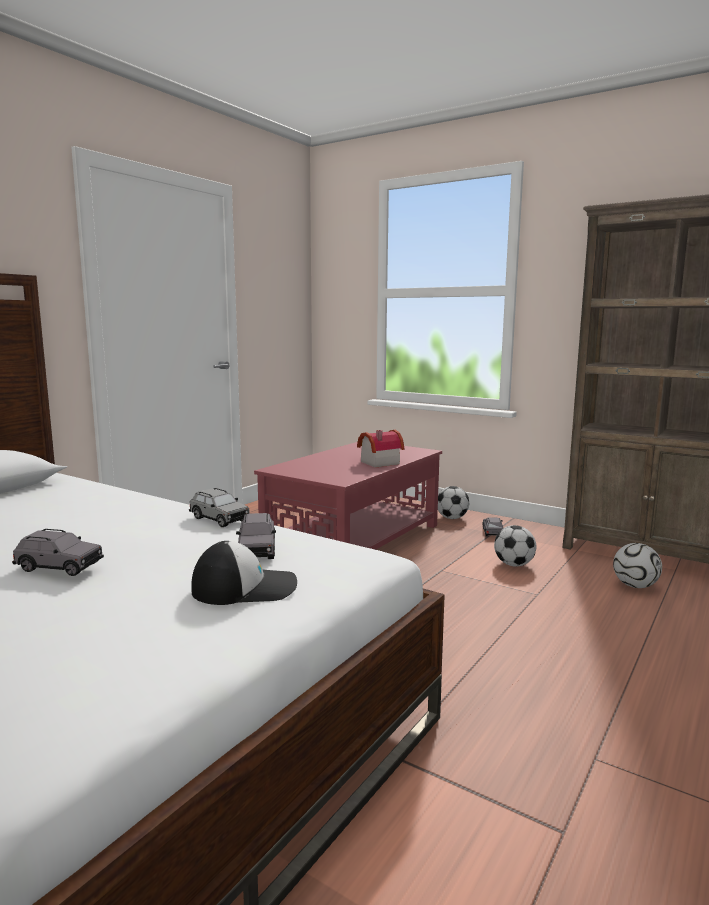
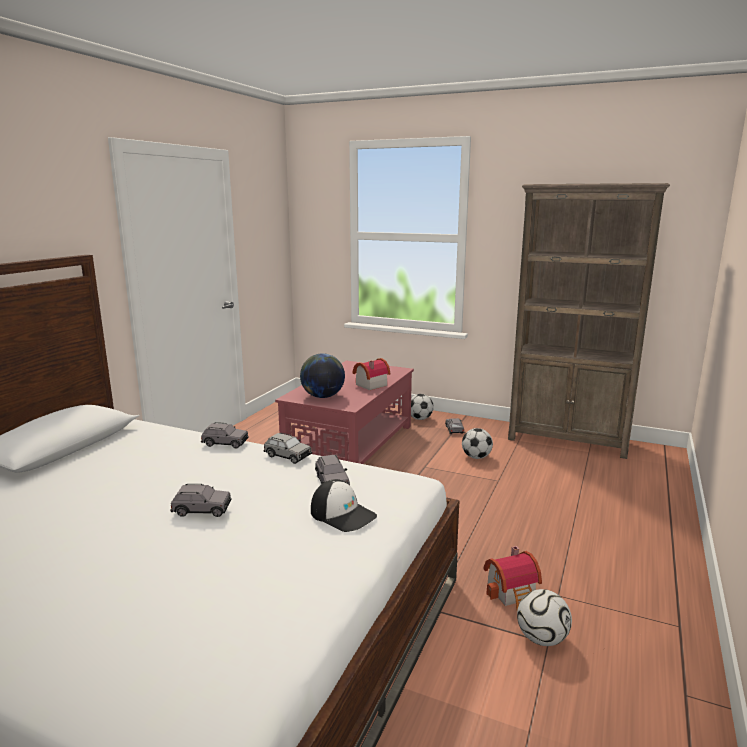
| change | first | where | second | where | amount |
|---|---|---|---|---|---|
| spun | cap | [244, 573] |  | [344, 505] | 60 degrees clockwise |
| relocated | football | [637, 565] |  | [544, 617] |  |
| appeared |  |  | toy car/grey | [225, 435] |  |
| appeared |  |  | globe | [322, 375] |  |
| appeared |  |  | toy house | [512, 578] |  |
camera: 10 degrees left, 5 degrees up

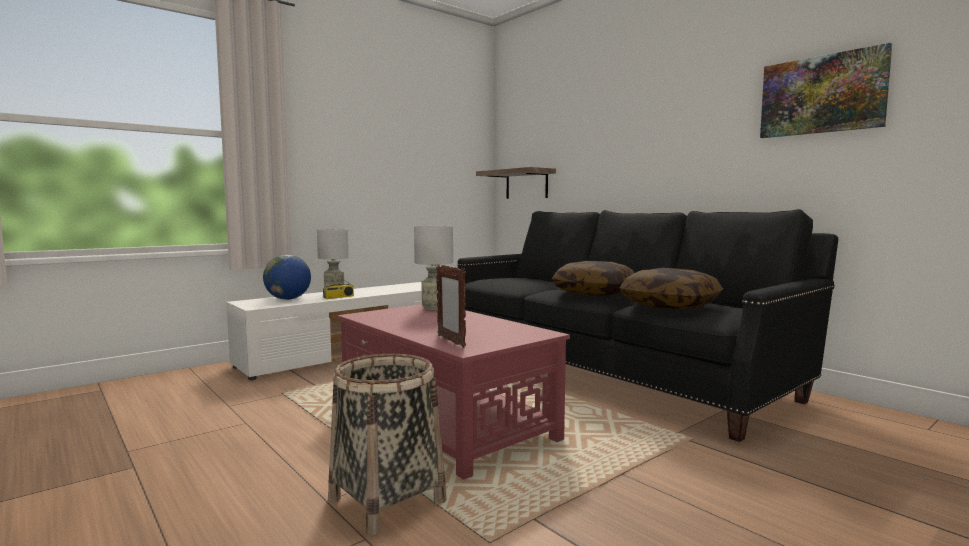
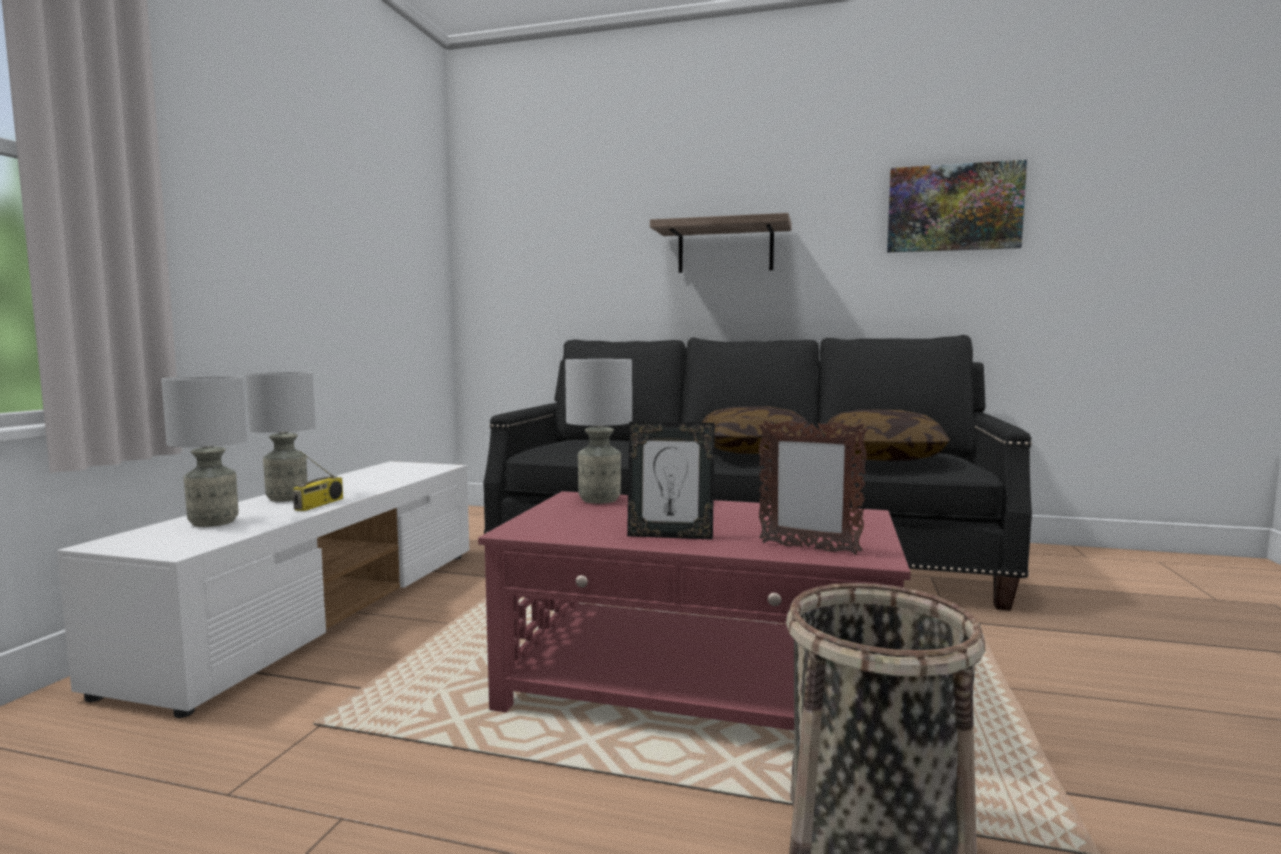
| change | first | where | second | where | amount |
|---|---|---|---|---|---|
| exchanged | globe | [287, 277] | table lamp/grey | [204, 451] |  |
| relocated | shelf | [516, 183] |  | [721, 243] |  |
| appeared |  |  | picture frame | [671, 481] |  |
camera: 35 degrees left, 0 degrees up

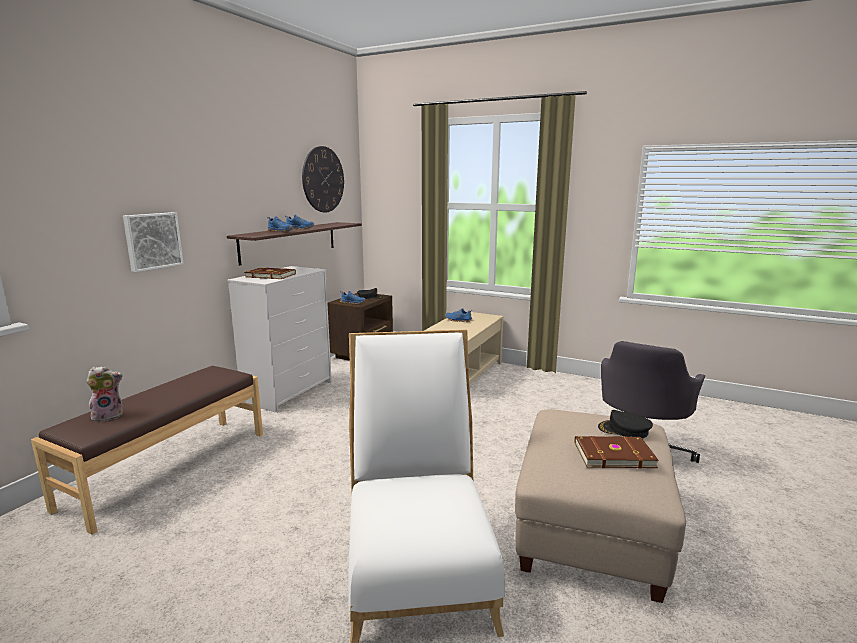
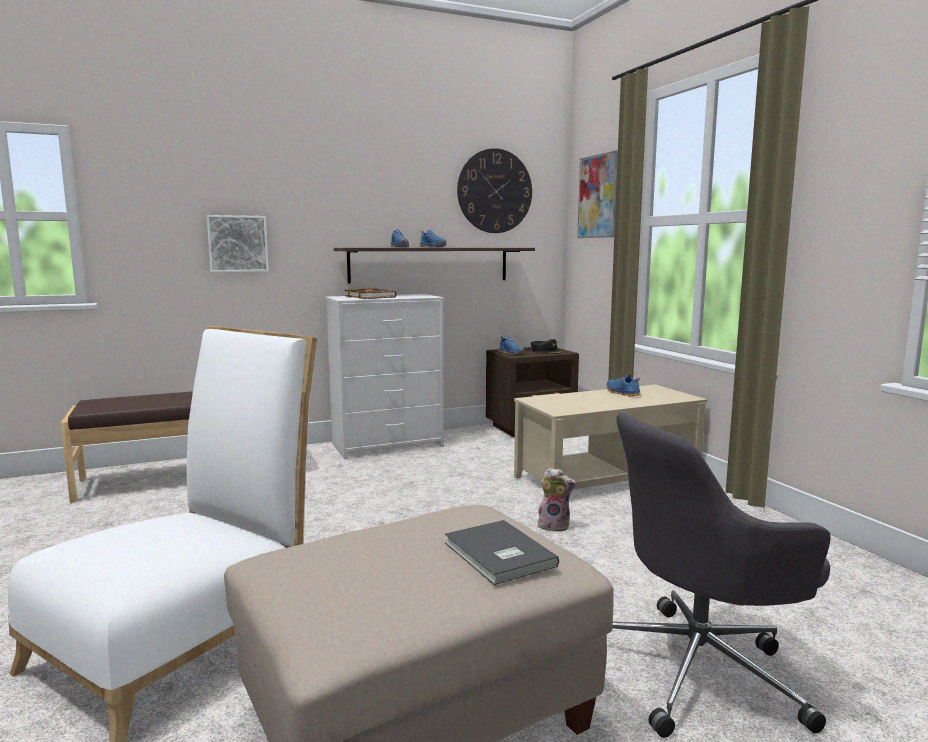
| change | first | where | second | where | amount |
|---|---|---|---|---|---|
| relocated | plush toy | [104, 393] |  | [557, 500] |  |
| missing | book/brown | [617, 452] |  |  |  |
| exchanged | cap/black | [625, 424] | book/grey | [502, 552] |  |
| appeared |  |  | picture | [597, 194] |  |
camera: 40 degrees right, 5 degrees down

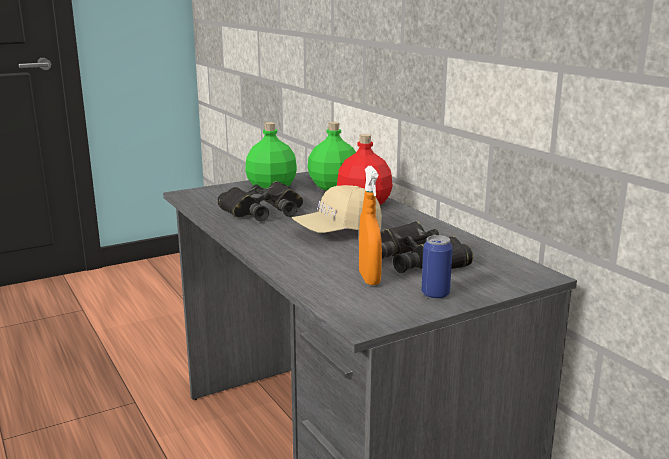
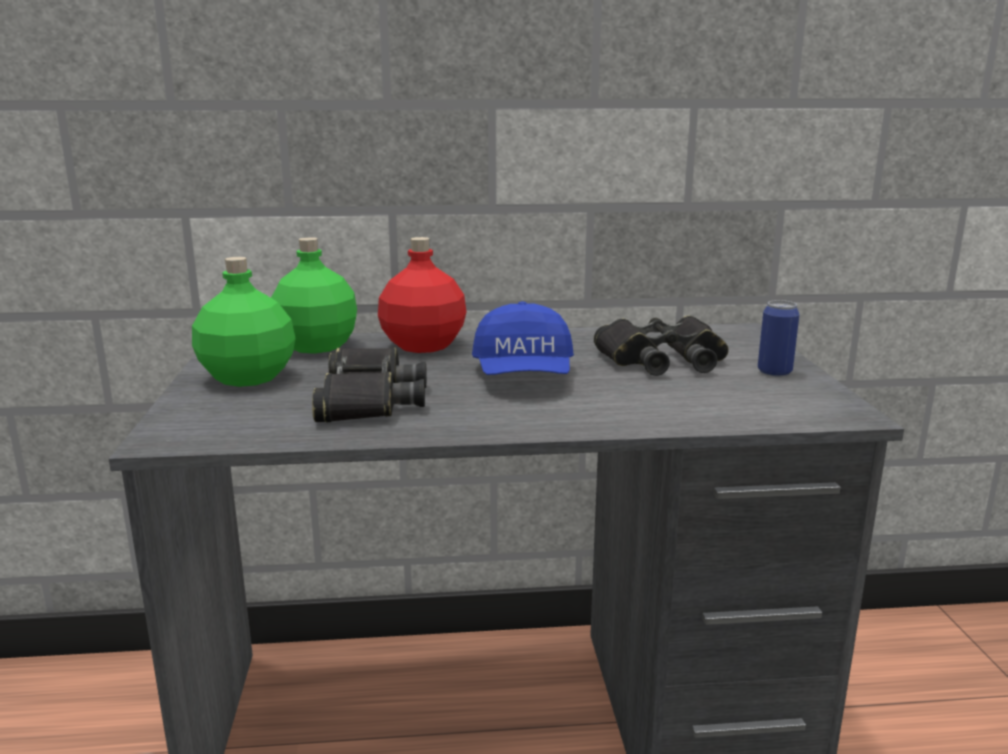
| change | first | where | second | where | amount |
|---|---|---|---|---|---|
| colour | cap/beige | [337, 209] | cap/blue | [523, 338] |  |
| missing | spray bottle/orange | [370, 225] |  |  |  |
camera: 65 degrees left, 0 degrees up

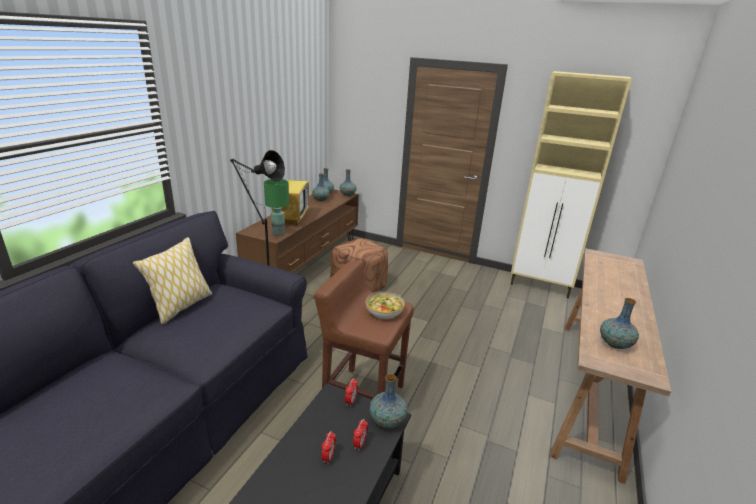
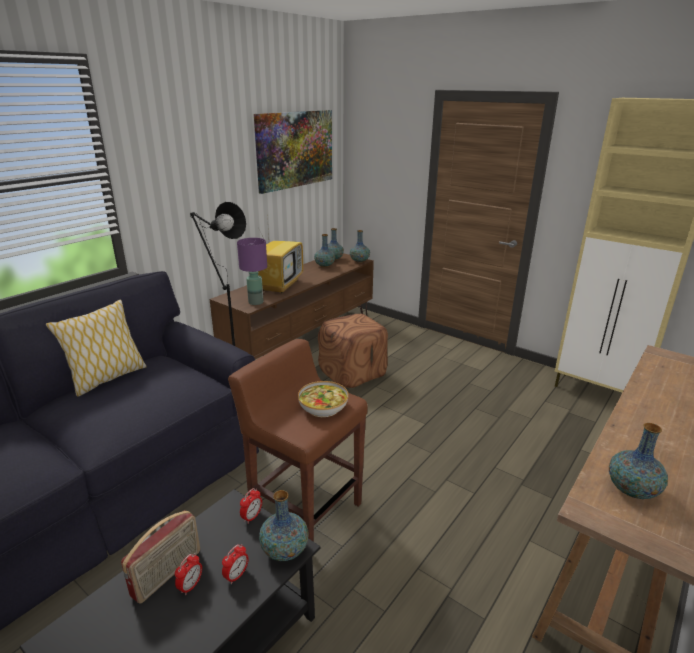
| change | first | where | second | where | amount |
|---|---|---|---|---|---|
| colour | table lamp/green | [276, 207] | table lamp/purple | [252, 271] |  |
| appeared |  |  | radio | [160, 557] |  |
| appeared |  |  | picture | [293, 152] |  |
camera: 15 degrees right, 0 degrees up

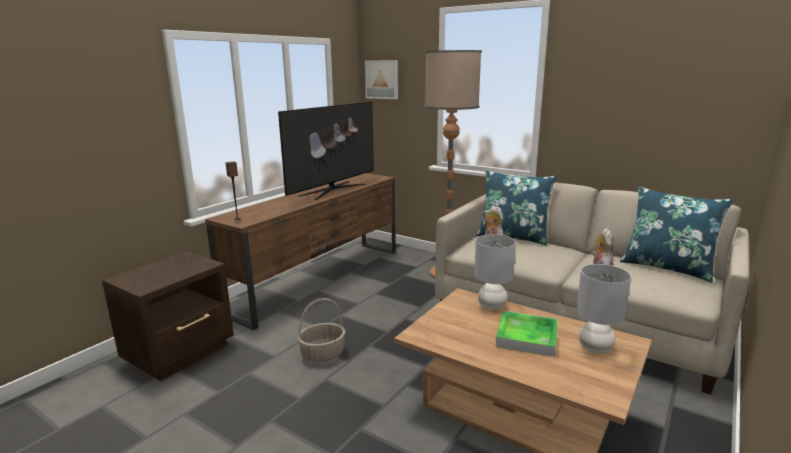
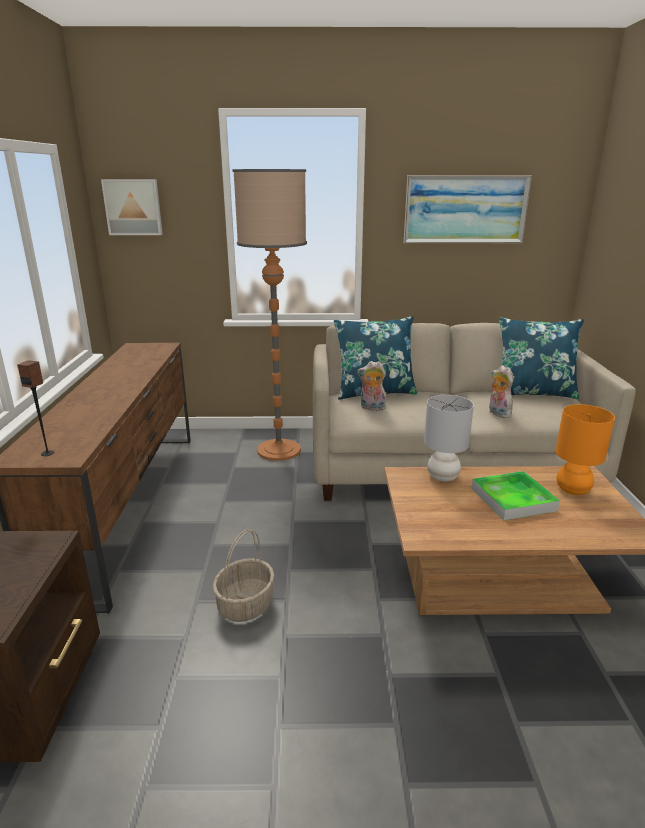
| change | first | where | second | where | amount |
|---|---|---|---|---|---|
| missing | television | [326, 151] |  |  |  |
| colour | table lamp/grey | [603, 309] | table lamp/orange | [585, 449] |  |
| appeared |  |  | picture | [468, 209] |  |
camera: 35 degrees left, 5 degrees up

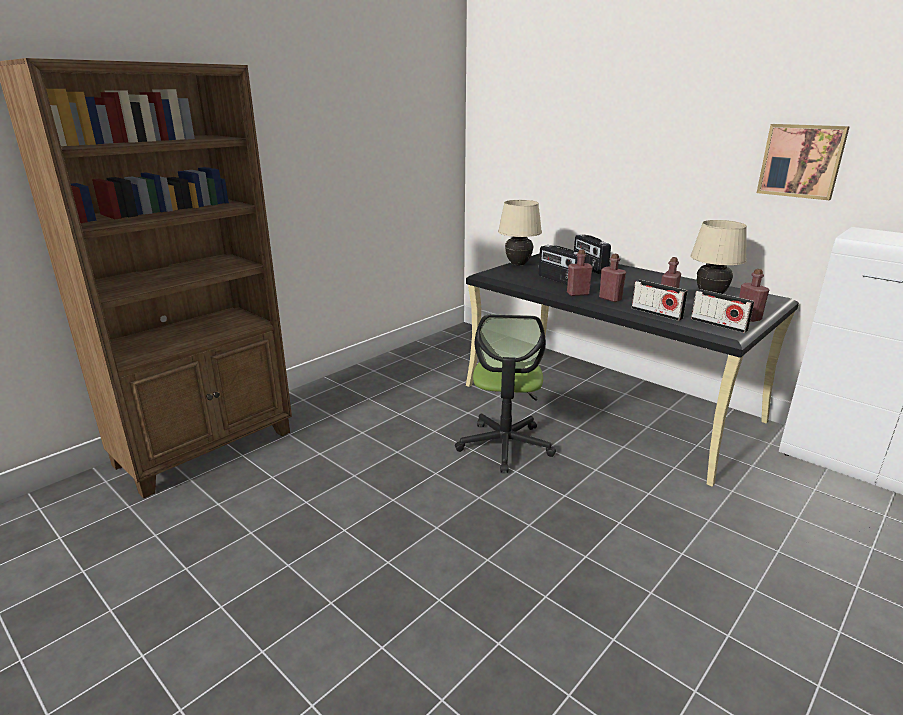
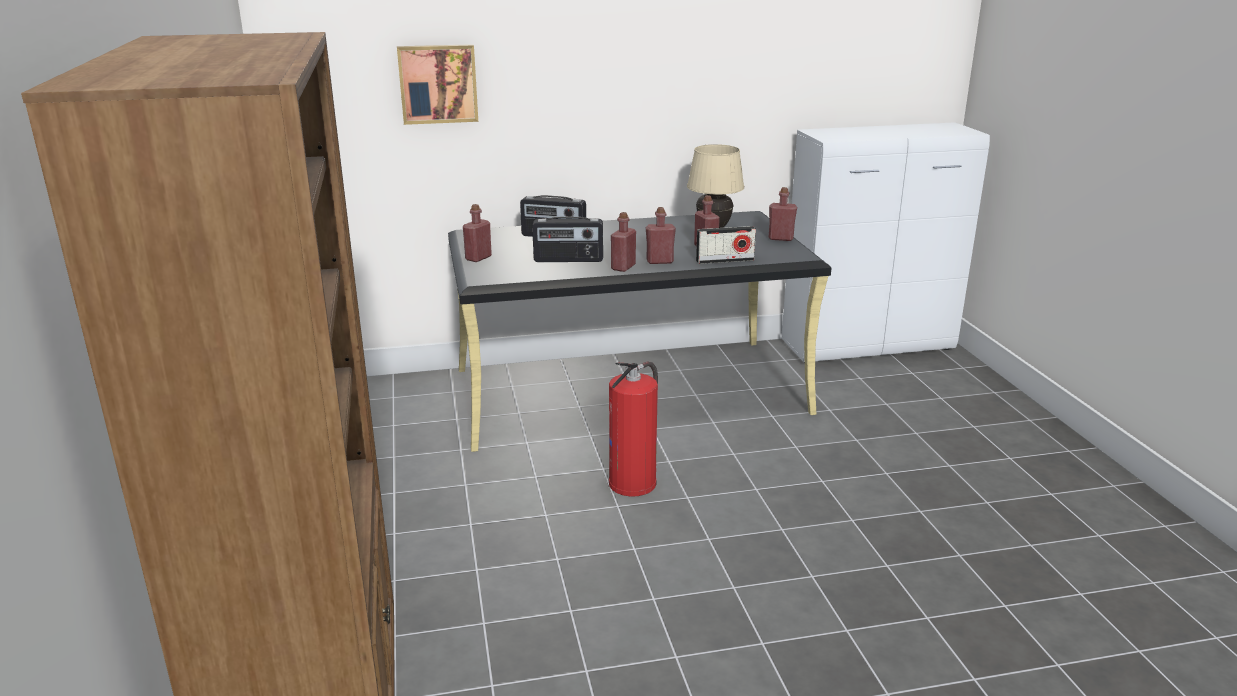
| change | first | where | second | where | amount |
|---|---|---|---|---|---|
| exchanged | office chair | [505, 393] | fire extinguisher | [633, 429] |  |
| exchanged | table lamp/beige | [520, 233] | bottle/red | [477, 233] |  |
| missing | radio | [722, 311] |  |  |  |
| relocated | picture | [803, 162] |  | [437, 84] |  |
camera: 55 degrees left, 0 degrees up

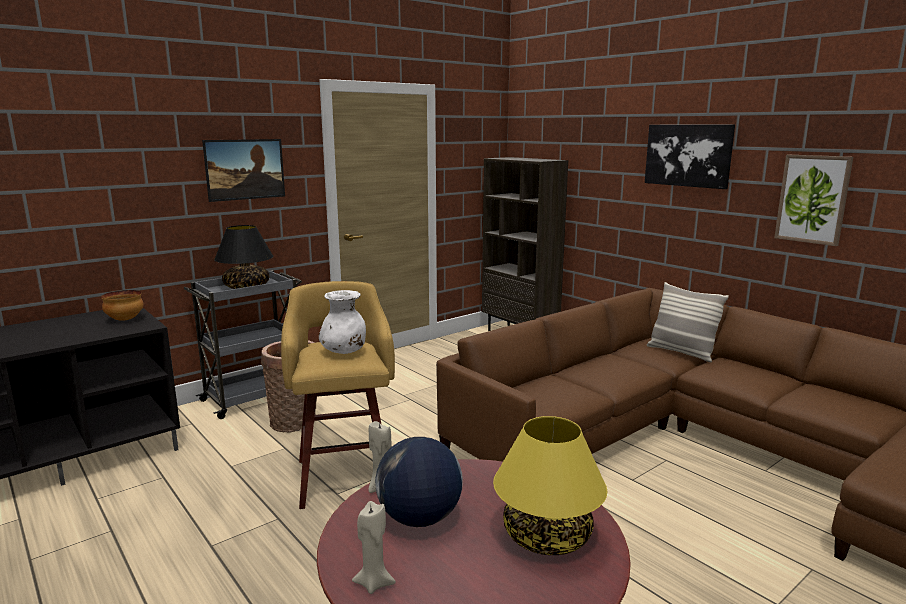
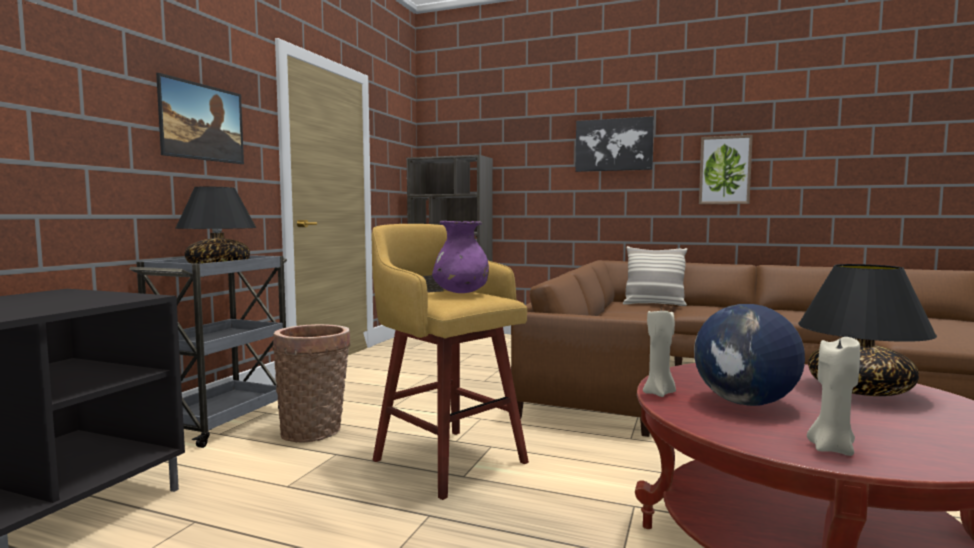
| change | first | where | second | where | amount |
|---|---|---|---|---|---|
| missing | bowl | [122, 305] |  |  |  |
| colour | vase/white | [342, 322] | vase/purple | [460, 257] |  |
| colour | table lamp/yellow | [550, 485] | table lamp/black | [867, 330] |  |
camera: 30 degrees left, 10 degrees down

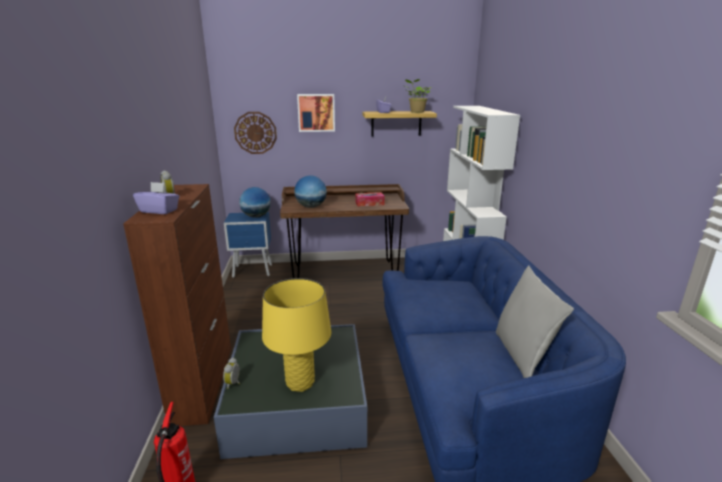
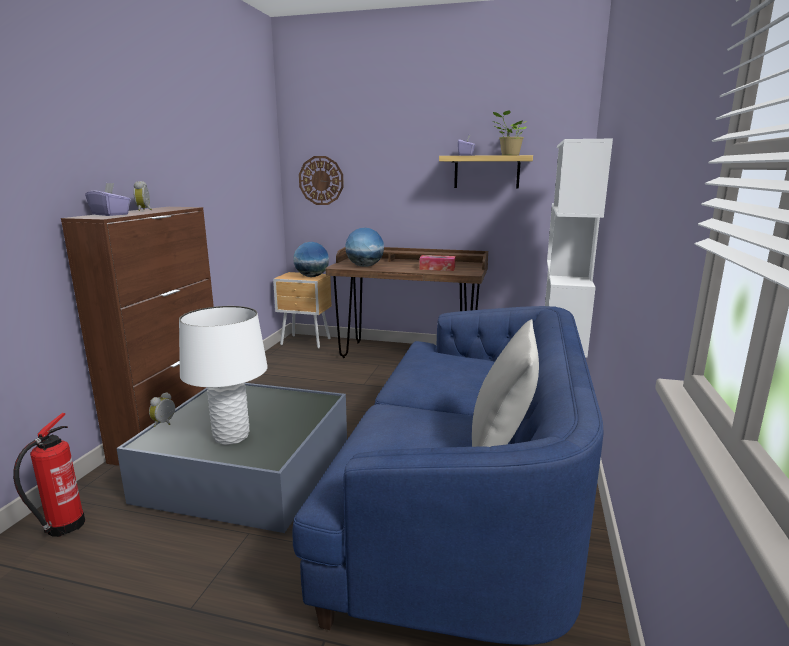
| change | first | where | second | where | amount |
|---|---|---|---|---|---|
| colour | nightstand/blue | [248, 245] | nightstand/brown | [302, 310] |  |
| colour | table lamp/yellow | [296, 335] | table lamp/white | [223, 375] |  |
| missing | picture | [316, 113] |  |  |  |
camera: 20 degrees right, 5 degrees down

